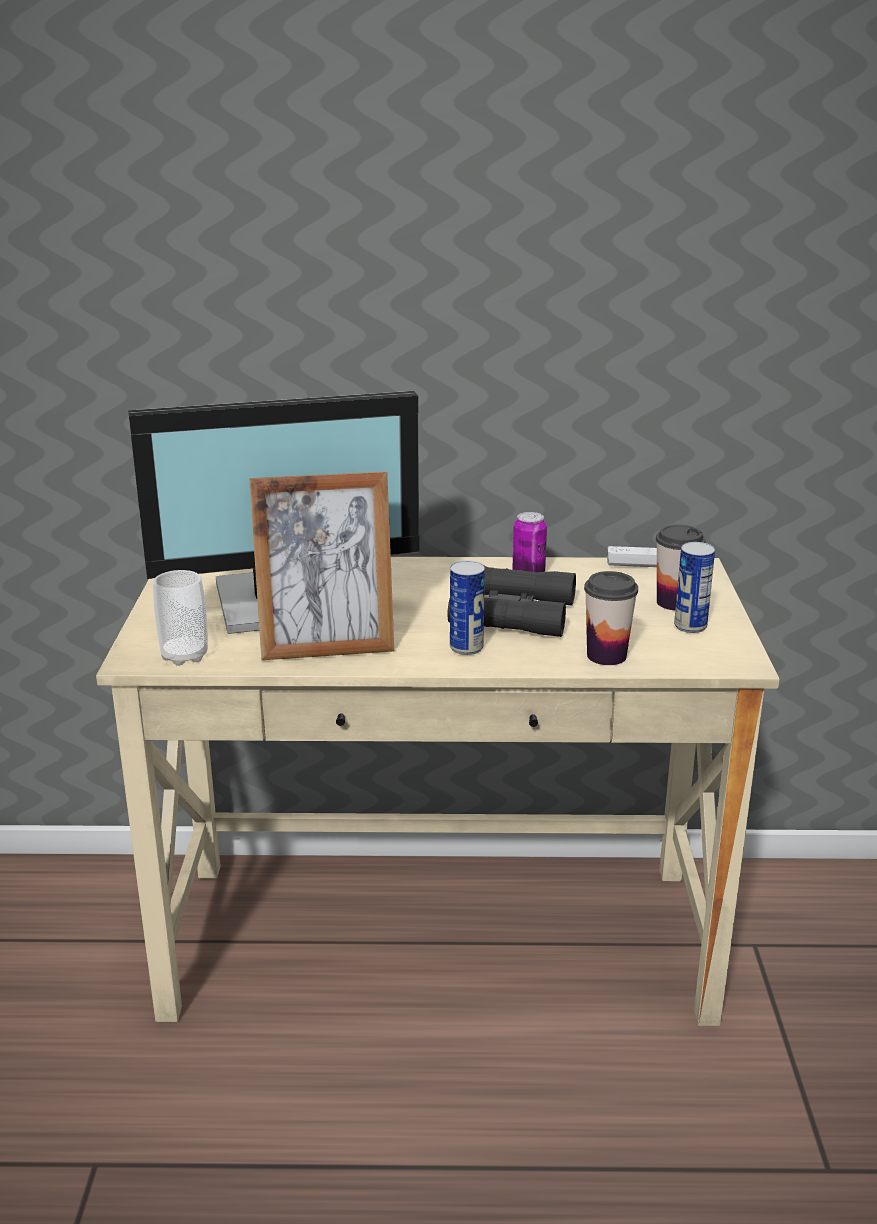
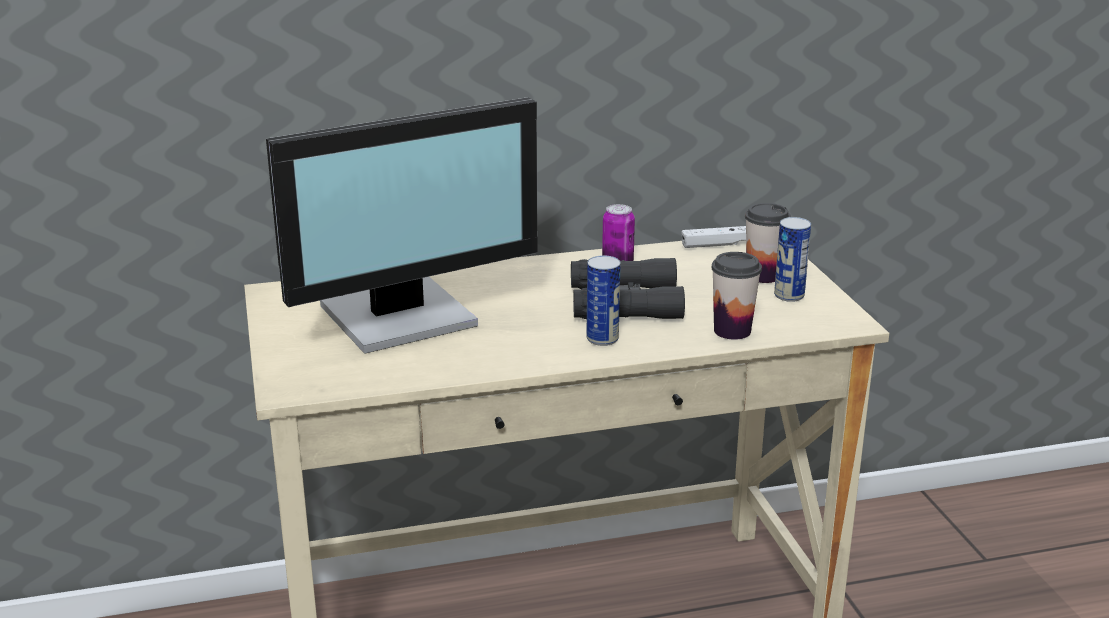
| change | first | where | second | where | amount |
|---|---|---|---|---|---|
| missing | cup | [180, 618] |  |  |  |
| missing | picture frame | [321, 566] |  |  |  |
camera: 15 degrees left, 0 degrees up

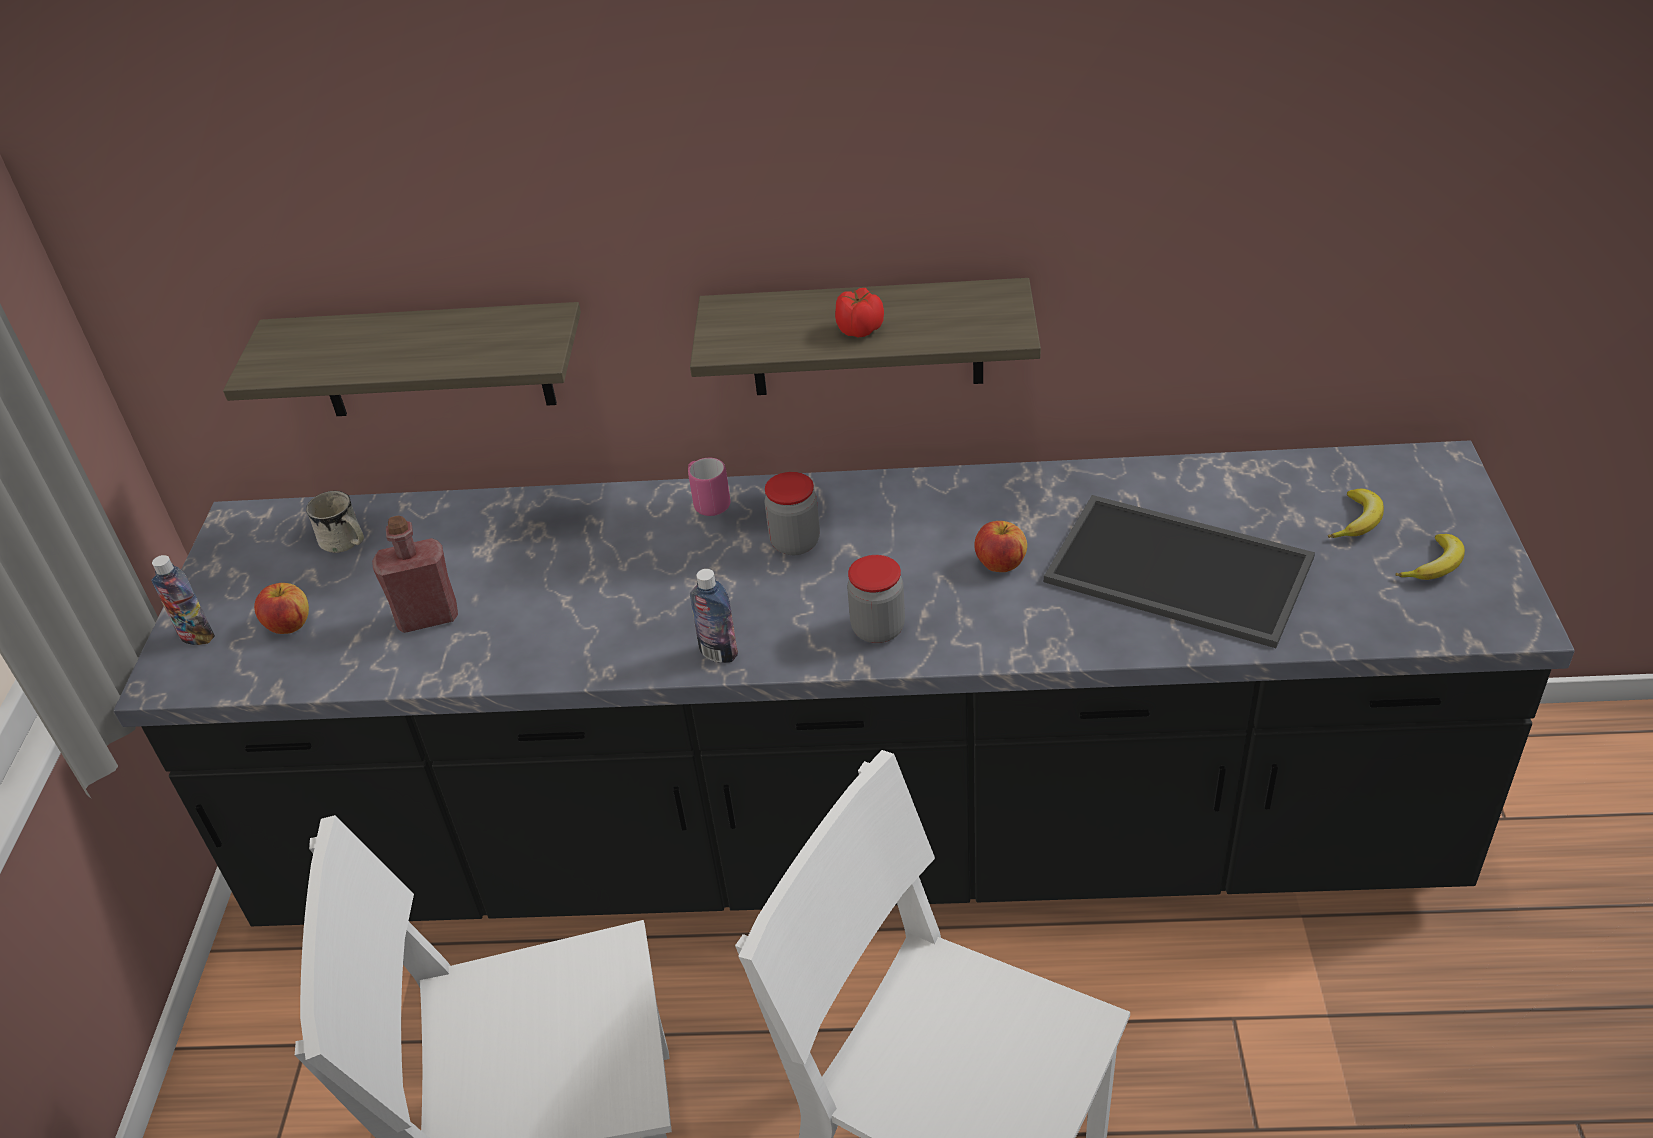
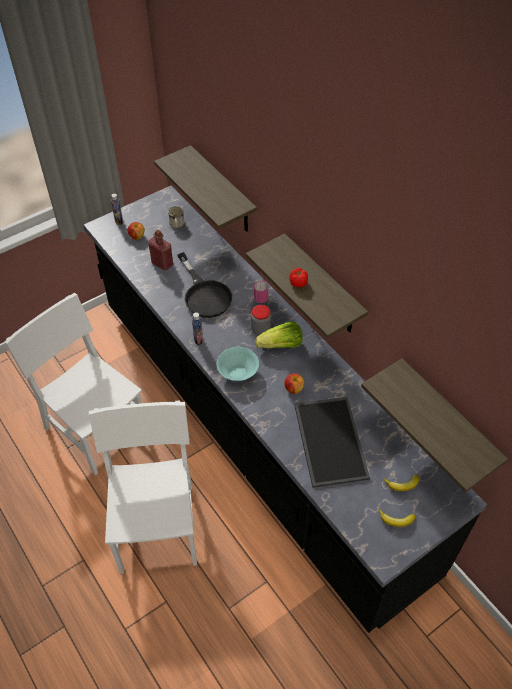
| change | first | where | second | where | amount |
|---|---|---|---|---|---|
| exchanged | jar | [876, 599] | bowl/turquoise | [238, 364] |  |
| appeared |  |  | frying pan/black | [205, 285] |  |
| appeared |  |  | lettuce | [279, 335] |  |
| appeared |  |  | shelf | [434, 425] |  |
camera: 50 degrees right, 10 degrees up

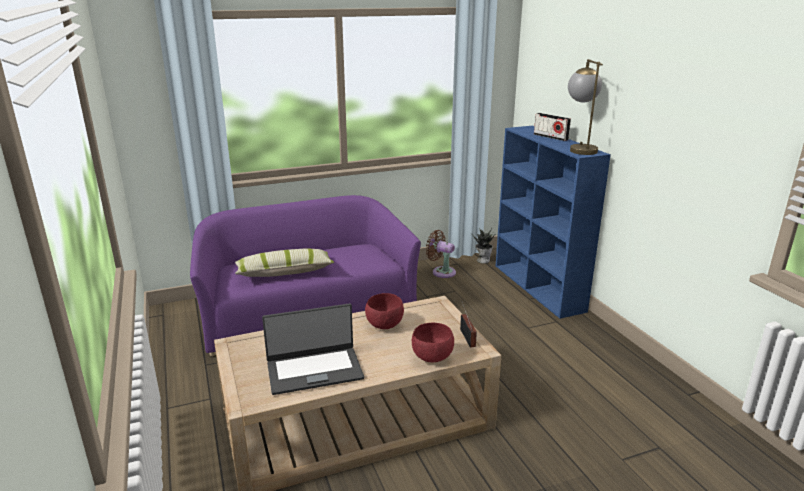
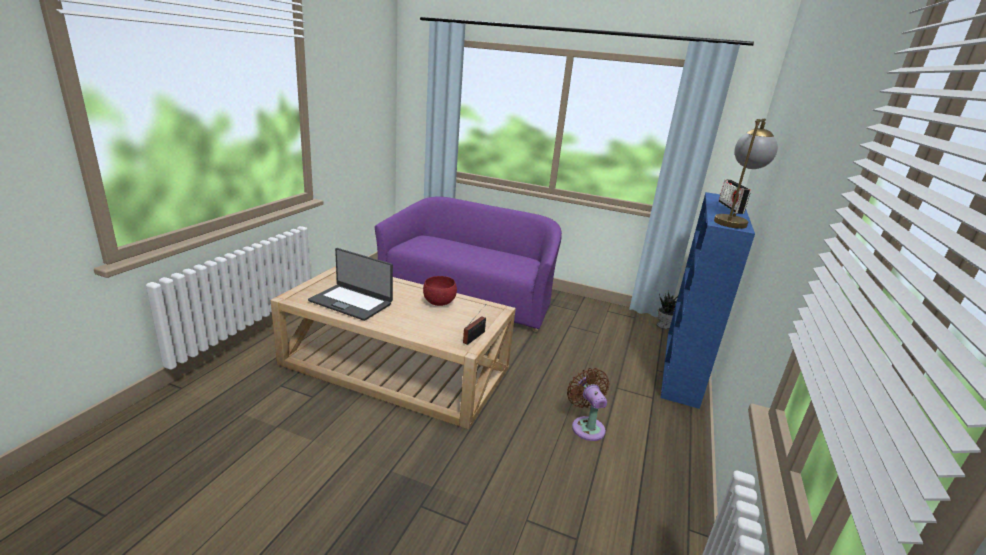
| change | first | where | second | where | amount |
|---|---|---|---|---|---|
| missing | pillow | [284, 263] |  |  |  |
| missing | bowl/red | [433, 342] |  |  |  |
| relocated | fan/brown | [441, 254] |  | [588, 404] |  |
camera: 40 degrees right, 0 degrees up

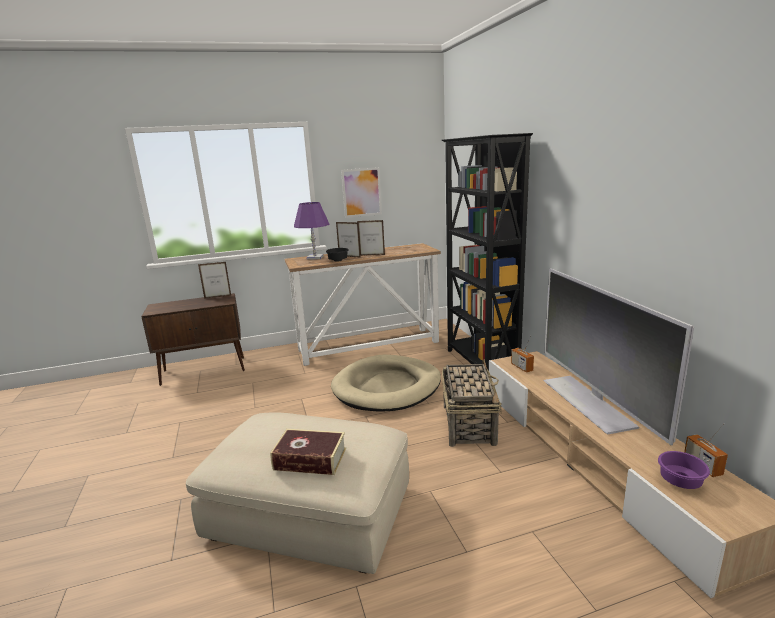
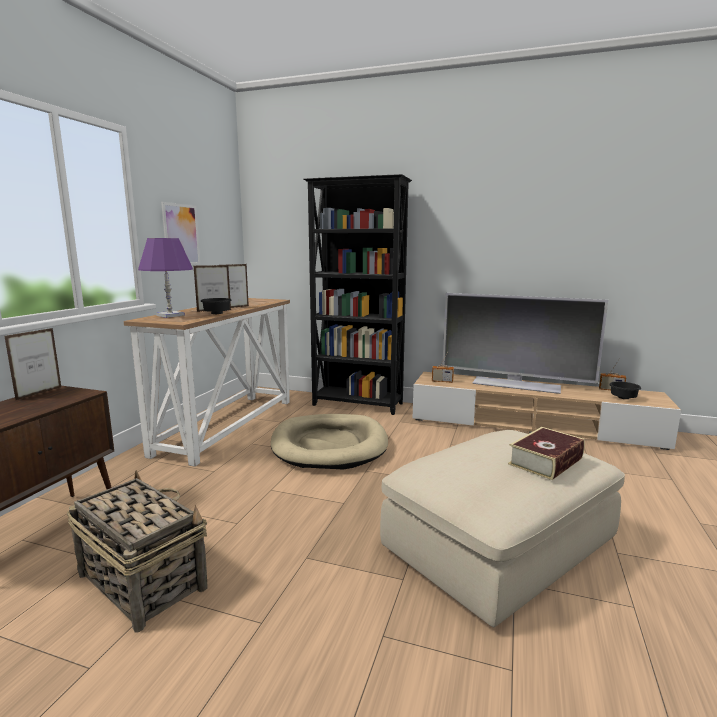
| change | first | where | second | where | amount |
|---|---|---|---|---|---|
| relocated | basket | [472, 403] |  | [137, 551] |  |
| colour | bowl/purple | [684, 470] | bowl/black | [625, 390] |  |
camera: 55 degrees left, 5 degrees down

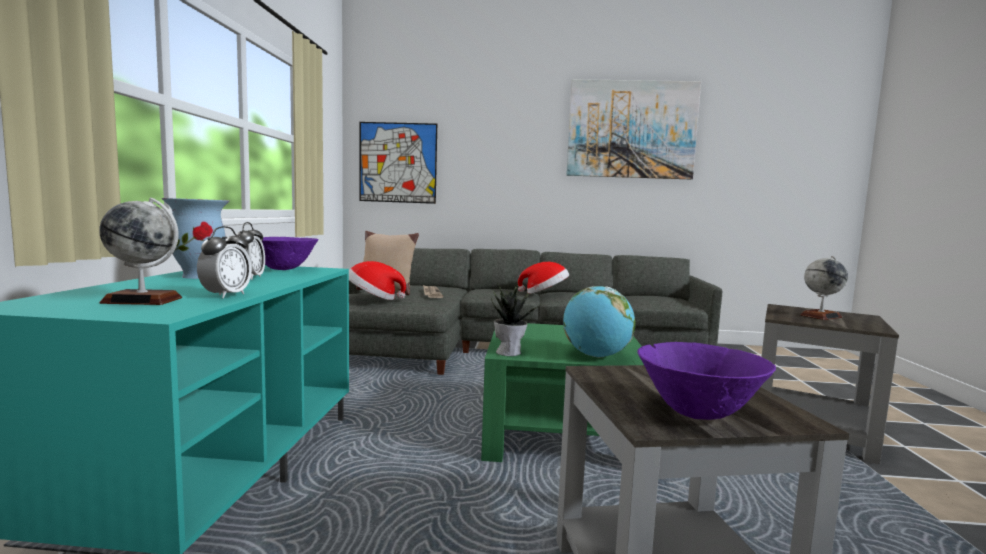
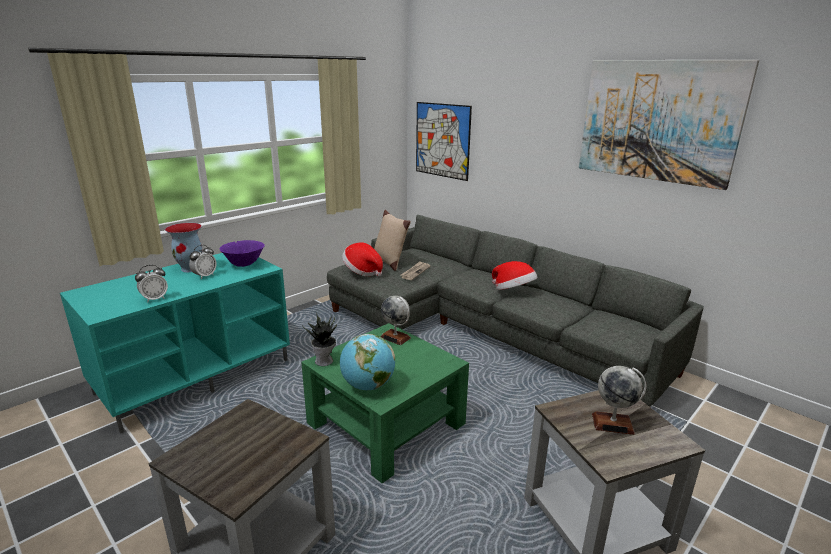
| change | first | where | second | where | amount |
|---|---|---|---|---|---|
| relocated | globe | [140, 251] |  | [395, 320] |  |
| missing | bowl/purple | [706, 381] |  |  |  |
camera: 40 degrees right, 15 degrees up

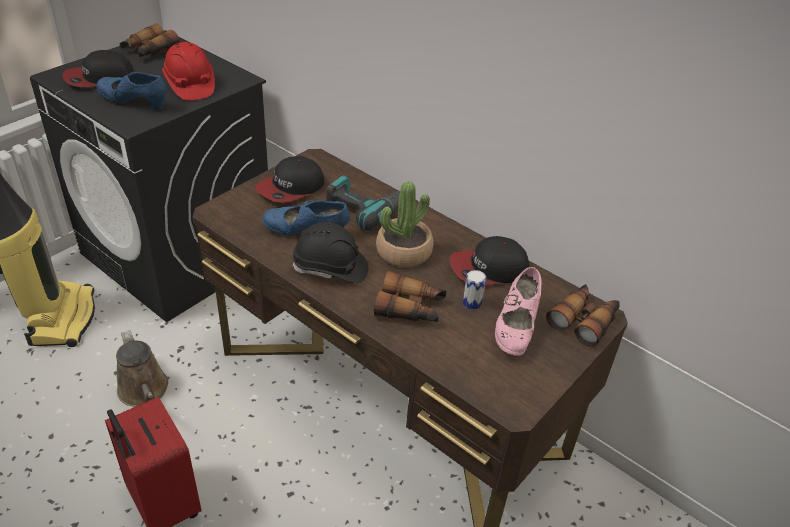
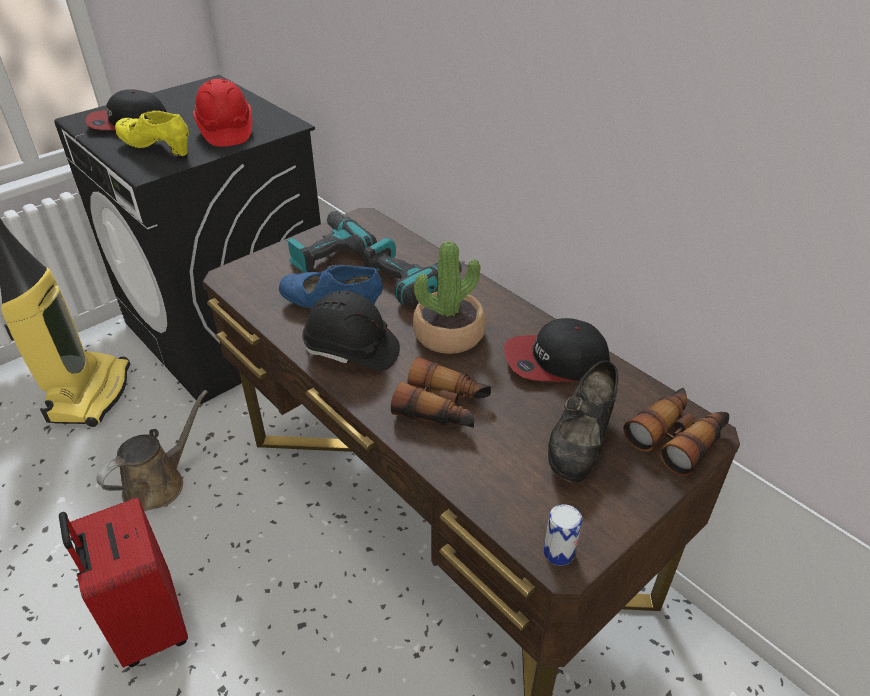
| change | first | where | second | where | amount |
|---|---|---|---|---|---|
| colour | shoe/blue | [132, 91] | shoe/yellow | [152, 133] |  |
| spun | watering can/brown | [142, 368] |  | [152, 450] | 120 degrees counterclockwise |
| missing | binoculars | [149, 40] |  |  |  |
| exchanged | cap | [290, 179] | power drill | [331, 242] |  |
| relocated | can | [475, 290] |  | [563, 535] |  |
| colour | shoe/pink | [518, 311] | shoe/black | [583, 421] |  |
camera: 10 degrees right, 0 degrees up

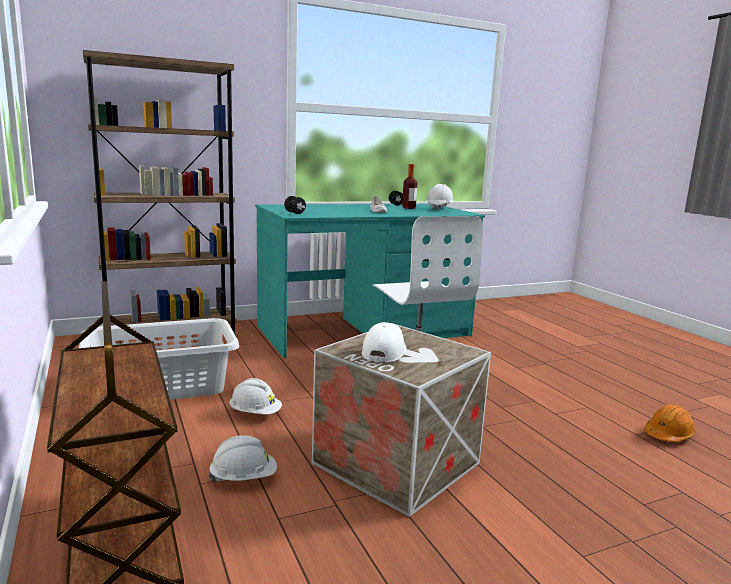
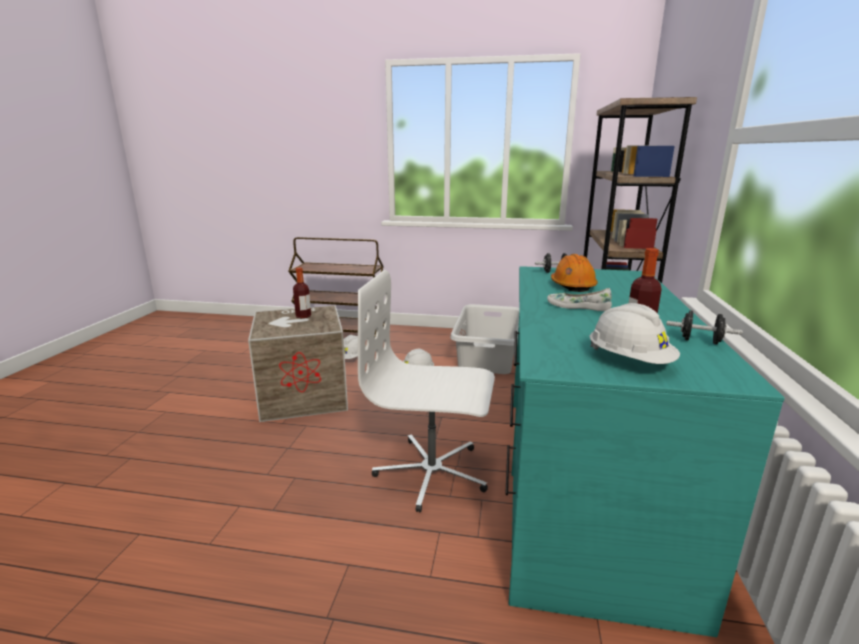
| change | first | where | second | where | amount |
|---|---|---|---|---|---|
| exchanged | cap/white | [384, 342] | bottle | [302, 293] |  |
| relocated | hard hat/orange | [670, 423] |  | [574, 273] |  |
camera: 125 degrees right, 5 degrees up

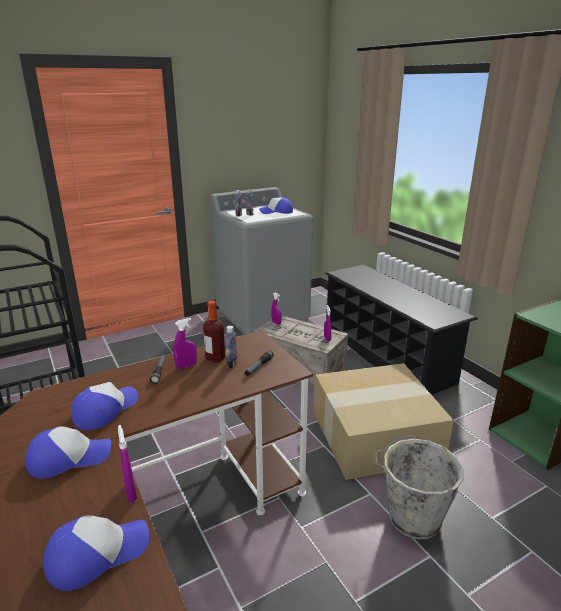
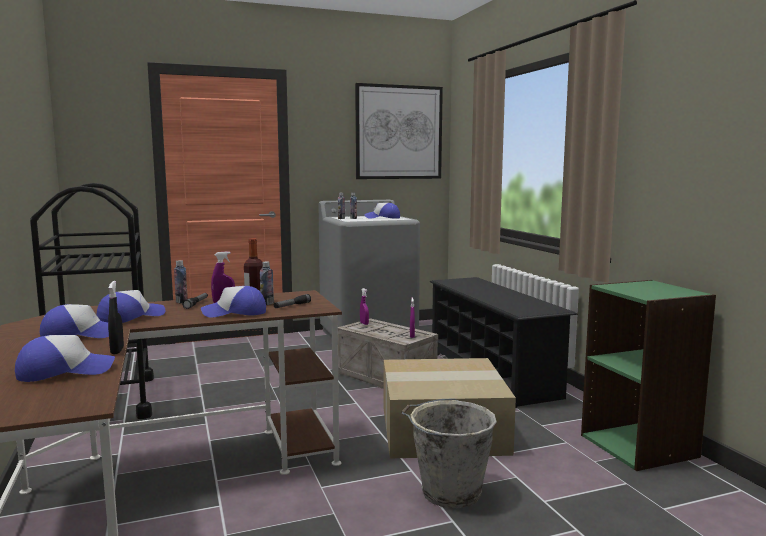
| change | first | where | second | where | amount |
|---|---|---|---|---|---|
| colour | spray bottle/purple | [127, 463] | spray bottle/black | [116, 317] |  |
| appeared |  |  | bottle | [181, 282] |  |
| appeared |  |  | cap | [233, 302] |  |
| appeared |  |  | picture | [399, 131] |  |
camera: 10 degrees right, 15 degrees down

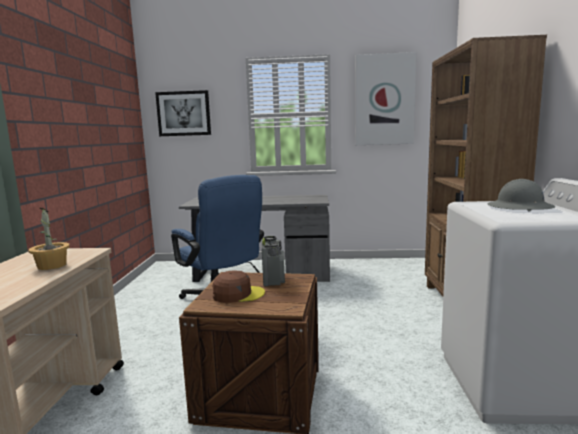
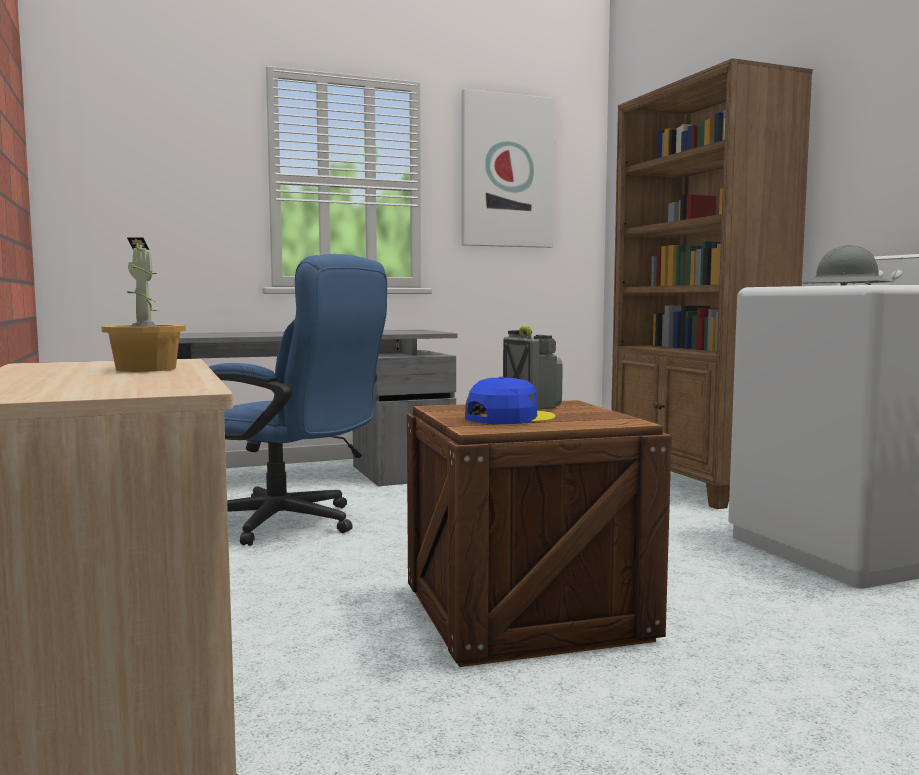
| change | first | where | second | where | amount |
|---|---|---|---|---|---|
| missing | picture | [183, 113] |  |  |  |
| colour | cap/brown | [238, 287] | cap/blue | [510, 400] |  |
camera: 25 degrees left, 5 degrees down

